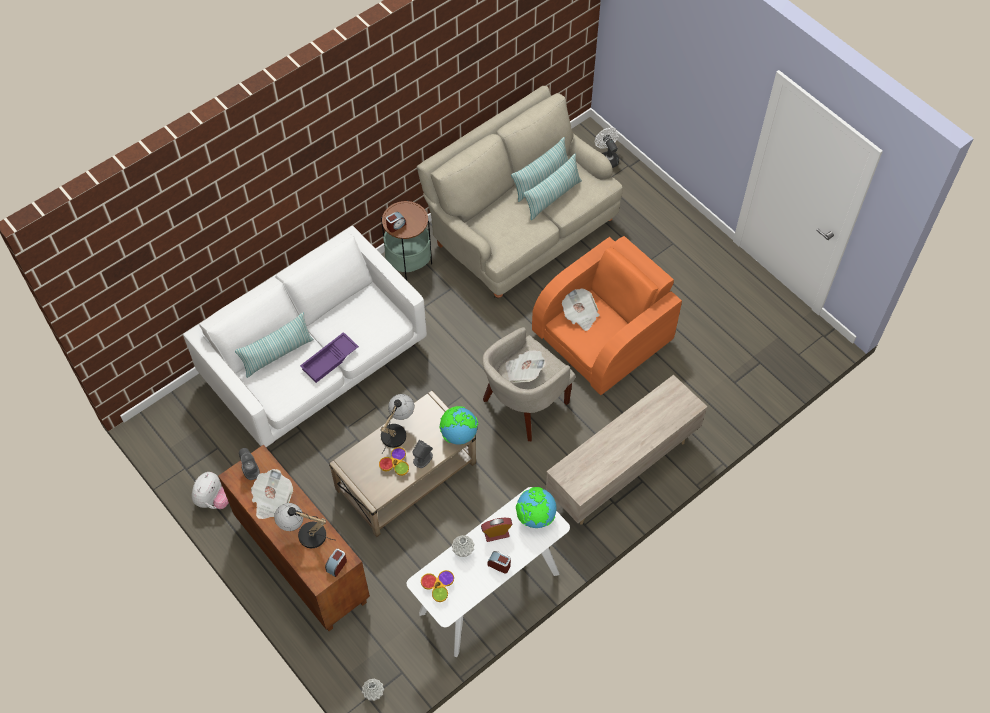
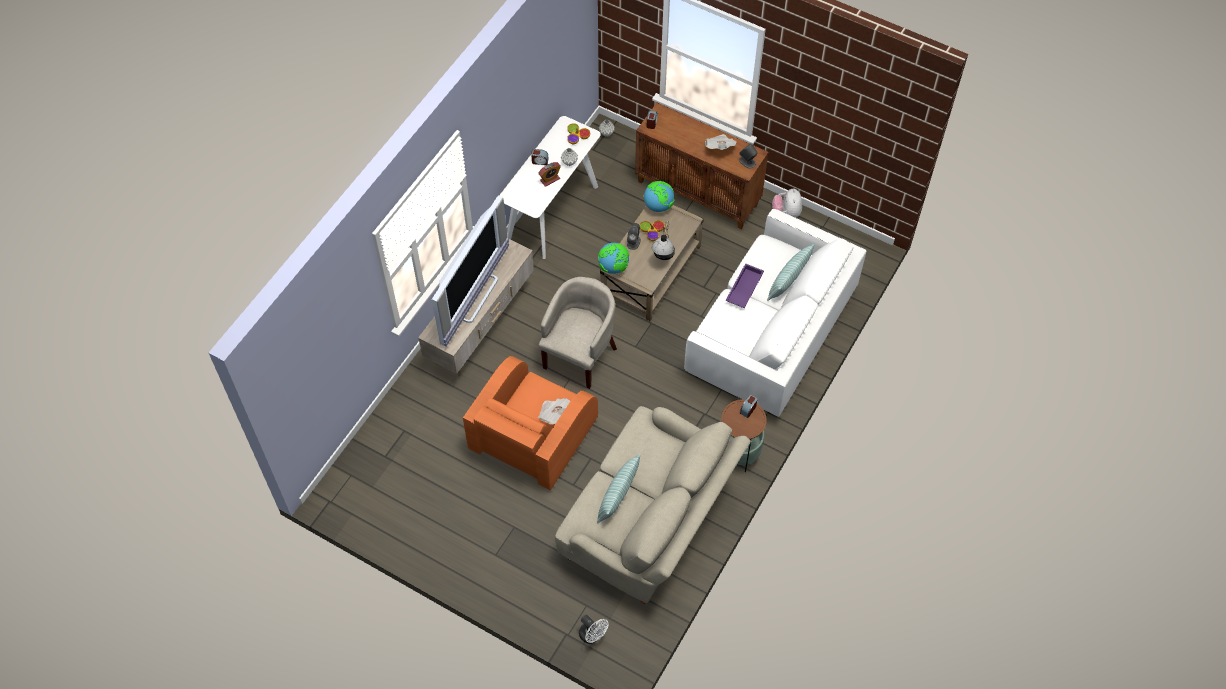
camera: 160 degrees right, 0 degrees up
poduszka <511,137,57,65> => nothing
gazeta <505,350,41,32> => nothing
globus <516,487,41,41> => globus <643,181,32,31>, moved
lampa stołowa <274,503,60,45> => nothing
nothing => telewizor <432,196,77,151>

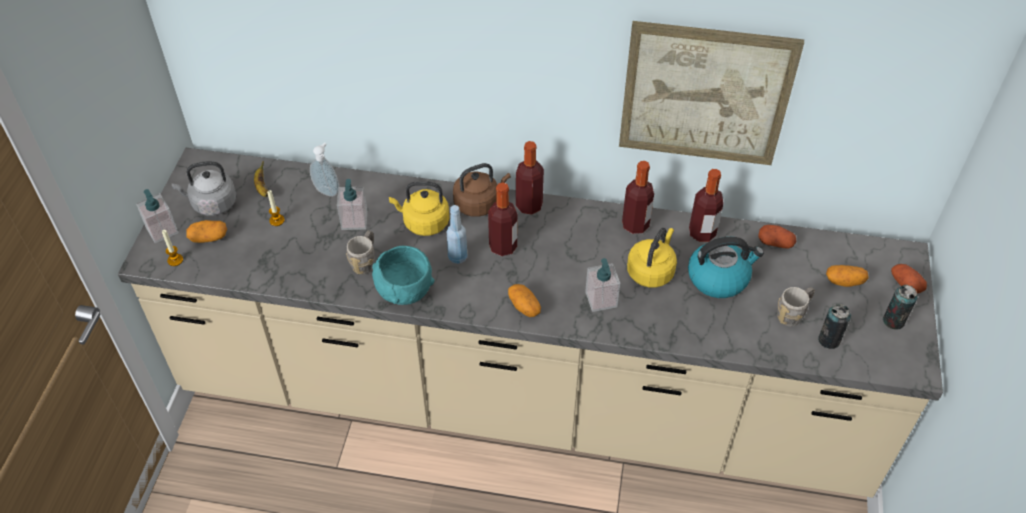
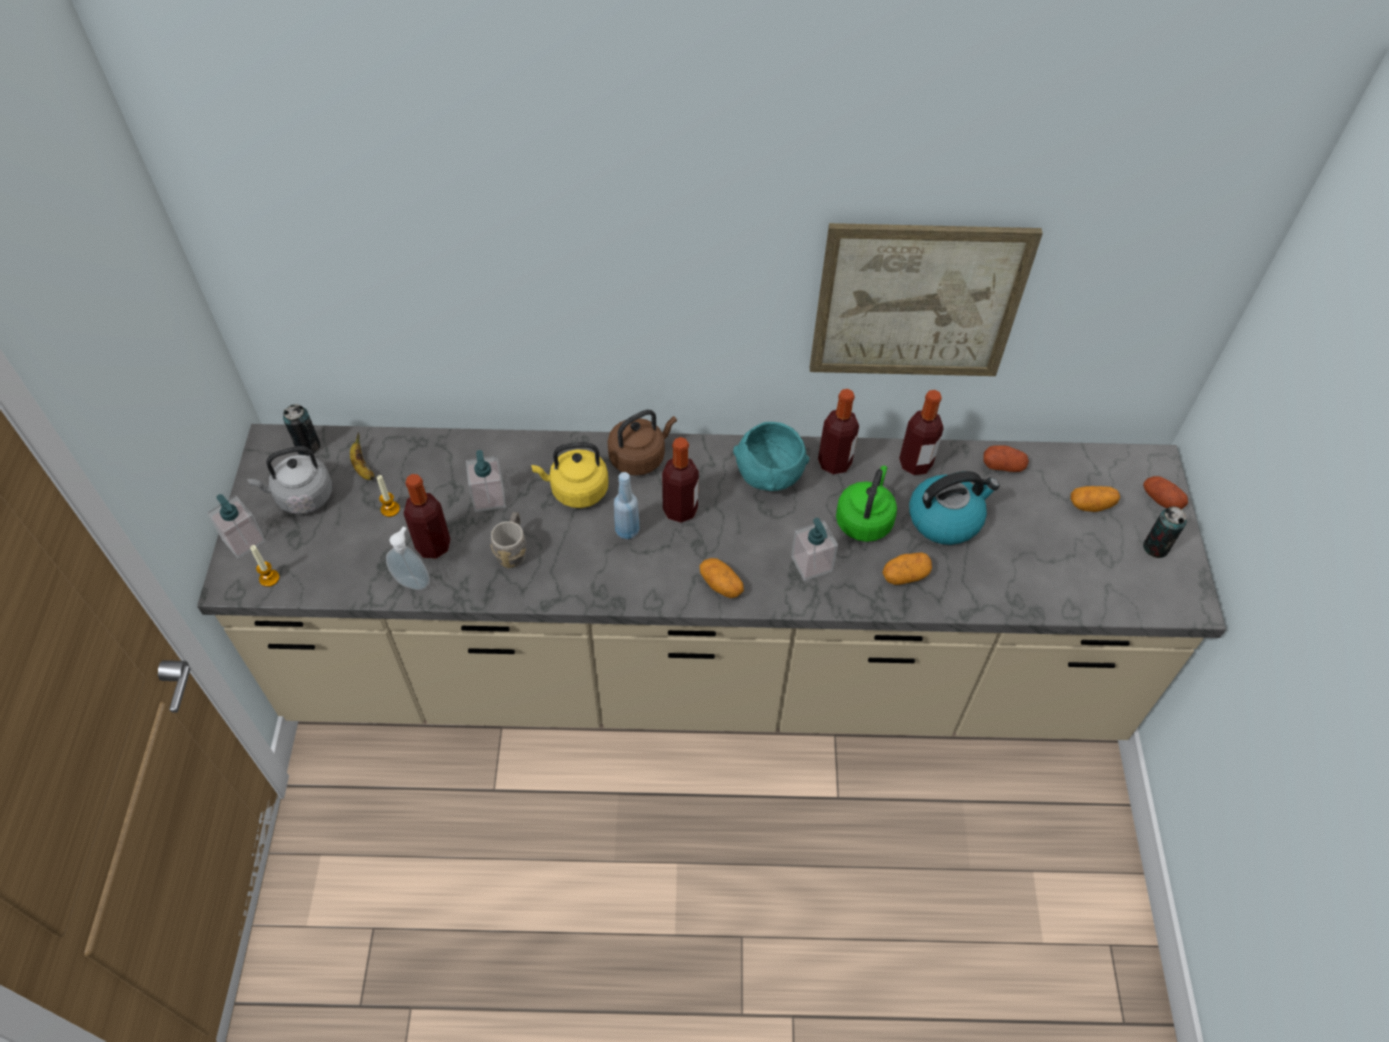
camera: 10 degrees left, 5 degrees up
butelka <516,141,28,74> => butelka <404,474,47,84>, moved
dozownik mydła <310,142,29,55> => dozownik mydła <386,527,44,63>, moved
ziemniak <186,220,41,23> => ziemniak <882,552,50,33>, moved
czajnik (żółty) <627,228,50,60> => czajnik (zielony) <836,466,61,76>
miska (turkusowy) <372,246,62,59> => miska (turkusowy) <733,422,76,69>, moved
kubek (szary) <778,287,37,40> => nothing
puszka <818,304,33,45> => puszka <283,404,37,51>, moved

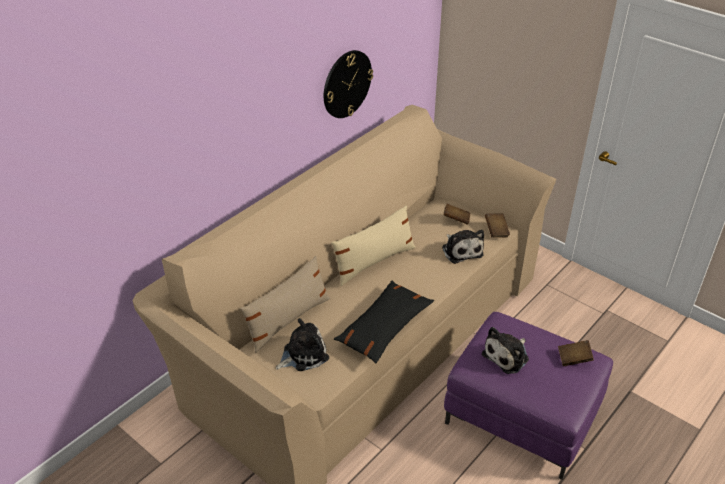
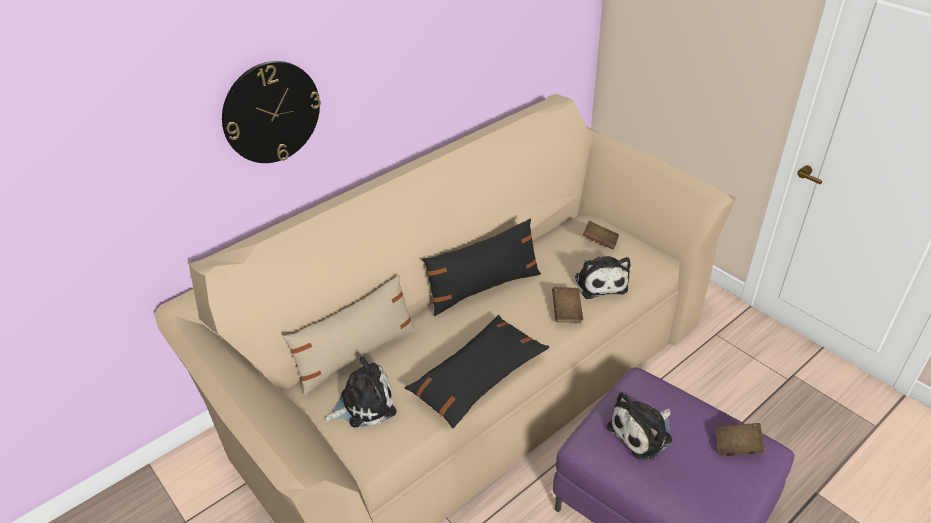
camera: 10 degrees right, 0 degrees up
zegar ścienny <324,50,49,68> => zegar ścienny <222,61,99,102>, moved
poduszka (beżowy) <331,205,85,81> => poduszka (czarny) <423,218,118,98>
książka (brązowy) <485,213,25,25> => książka (brązowy) <552,287,31,36>, moved

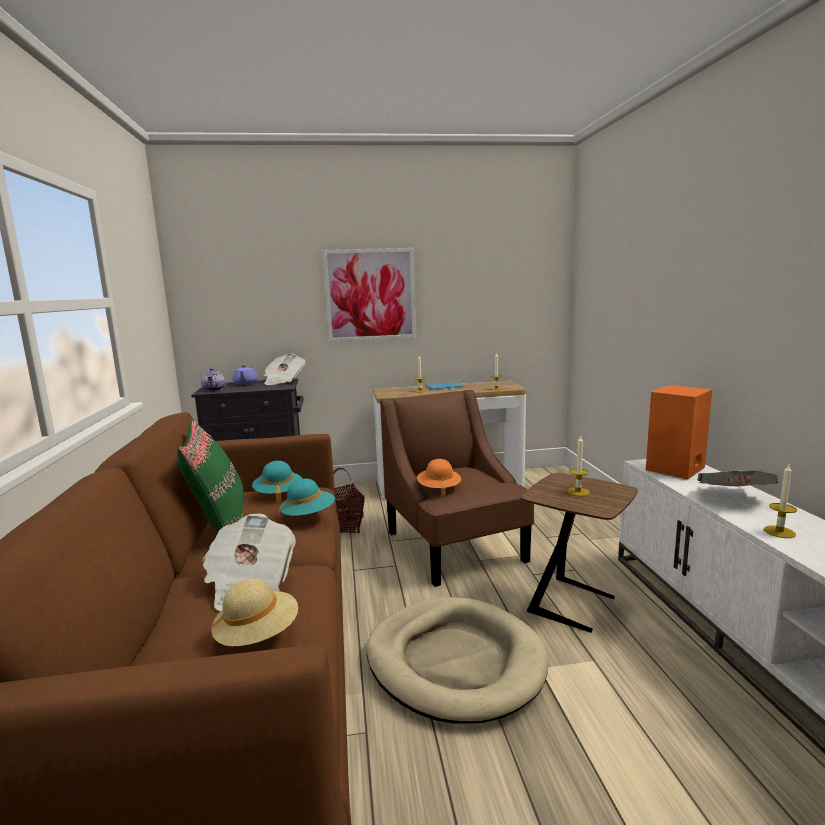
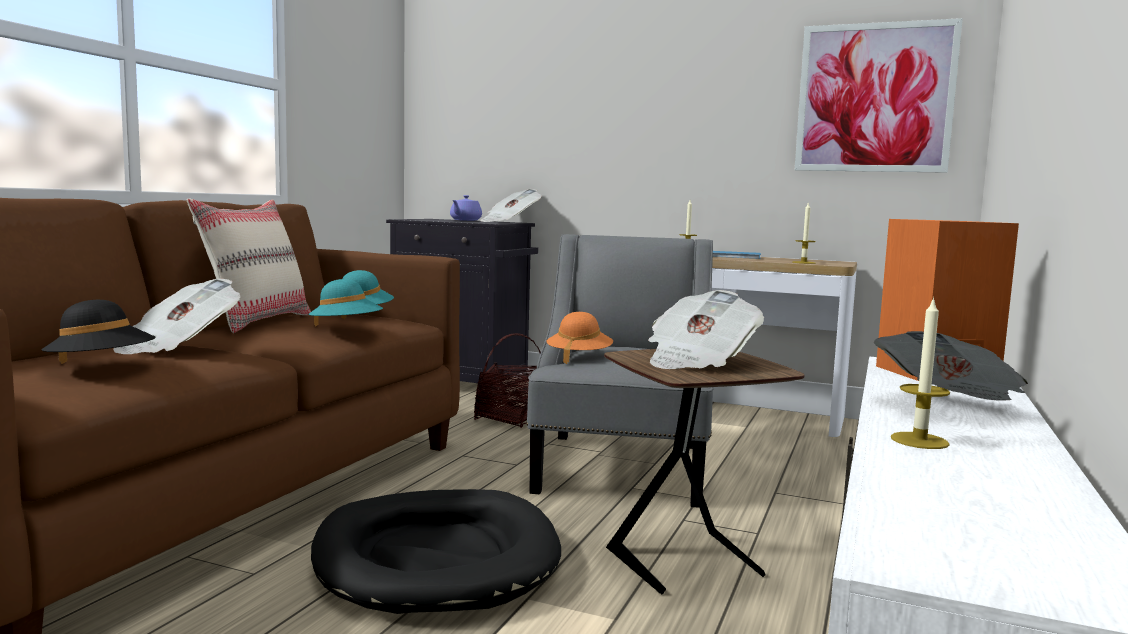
camera: 30 degrees right, 5 degrees down
obraz <322,248,94,94> => obraz <795,18,168,155>, moved
imbryk <201,368,24,23> => nothing
fotel (brązowy) <380,390,154,197> => fotel (szary) <526,234,188,274>
poduszka (zielony) <176,419,68,113> => poduszka (beżowy) <187,199,124,134>
świeca <567,435,23,61> => gazeta <648,290,116,79>
kapelusz (beżowy) <211,578,87,68> => kapelusz (czarny) <41,300,115,64>
legowisko (beżowy) <366,597,183,127> => legowisko (czarny) <311,489,250,125>

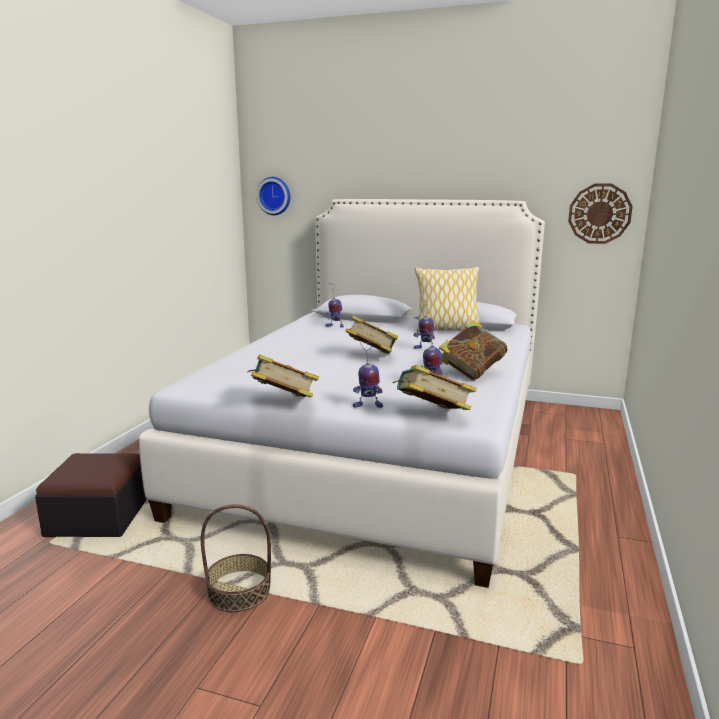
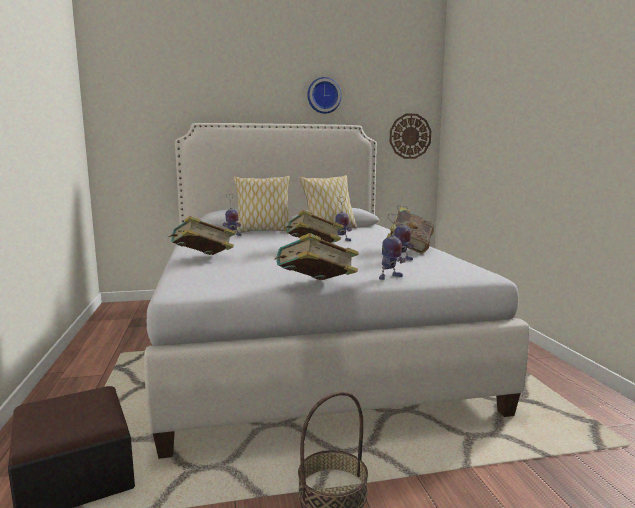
camera: 30 degrees left, 5 degrees down
zegar ścienny <256,177,34,38> => zegar ścienny <307,77,35,37>, moved
książka <393,365,84,45> => książka <168,216,68,39>, moved
nothing => poduszka <233,176,57,57>

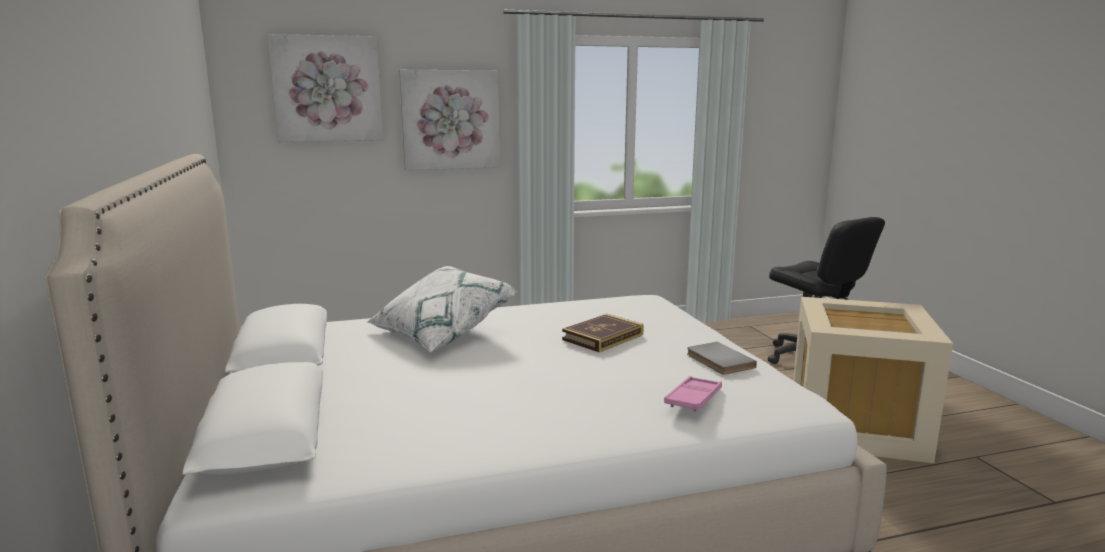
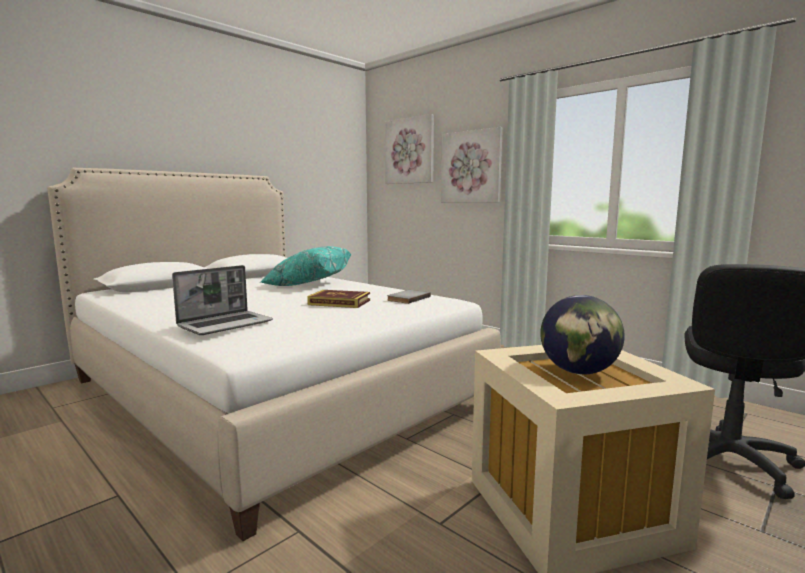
camera: 60 degrees right, 5 degrees down
poduszka (biały) <367,266,150,86> => poduszka (turkusowy) <261,246,91,40>
książka (szary) <687,342,70,33> => książka (szary) <387,290,44,14>, moved
taca (różowy) <664,376,58,36> => laptop <172,265,101,70>
nothing => globus <540,295,85,79>

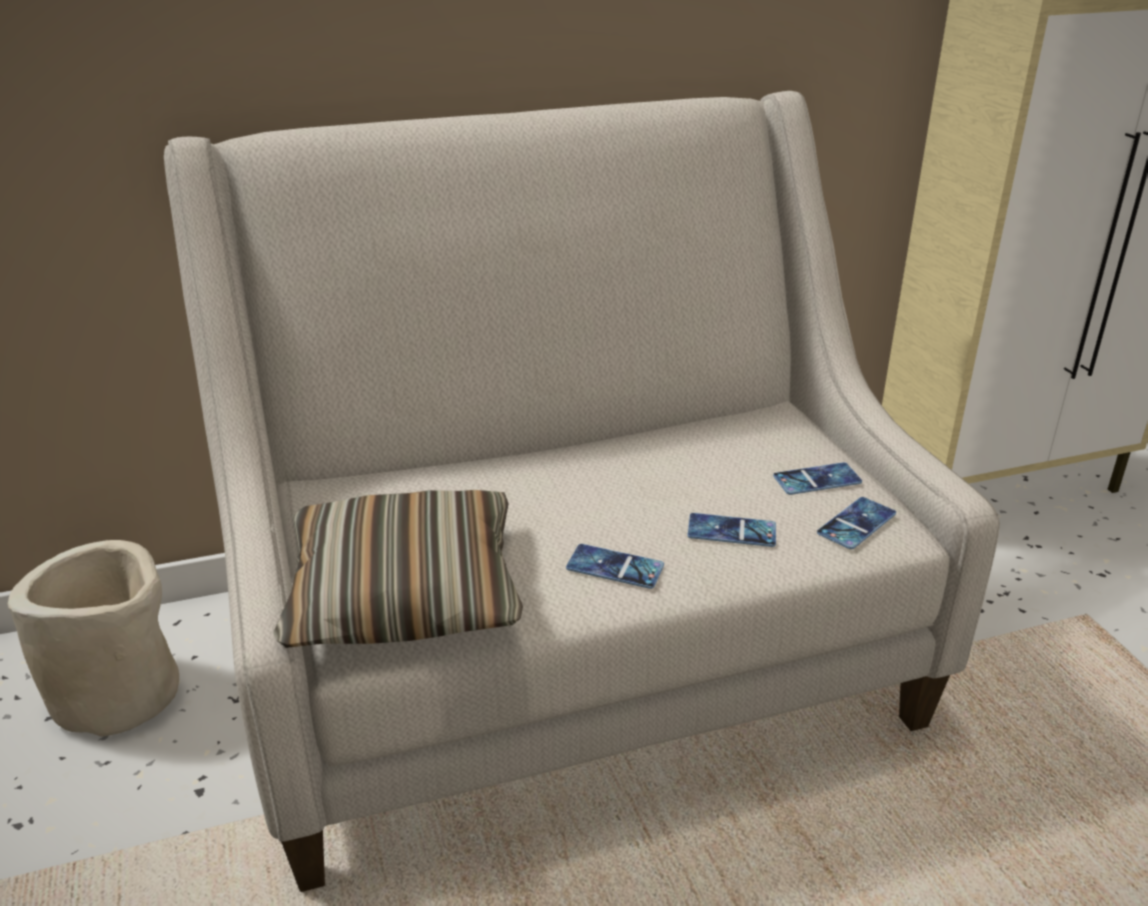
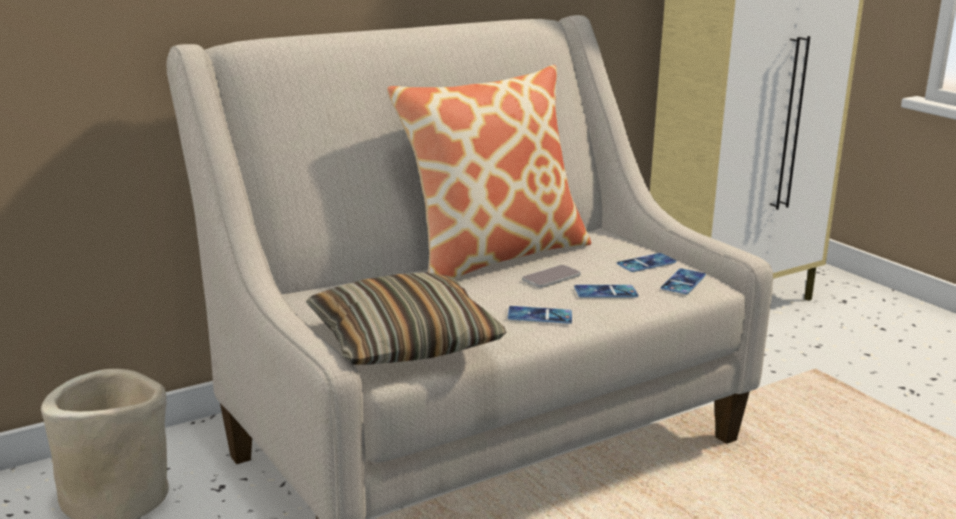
camera: 15 degrees left, 10 degrees down
nothing => poduszka <387,65,204,213>
nothing => telefon <522,265,59,23>

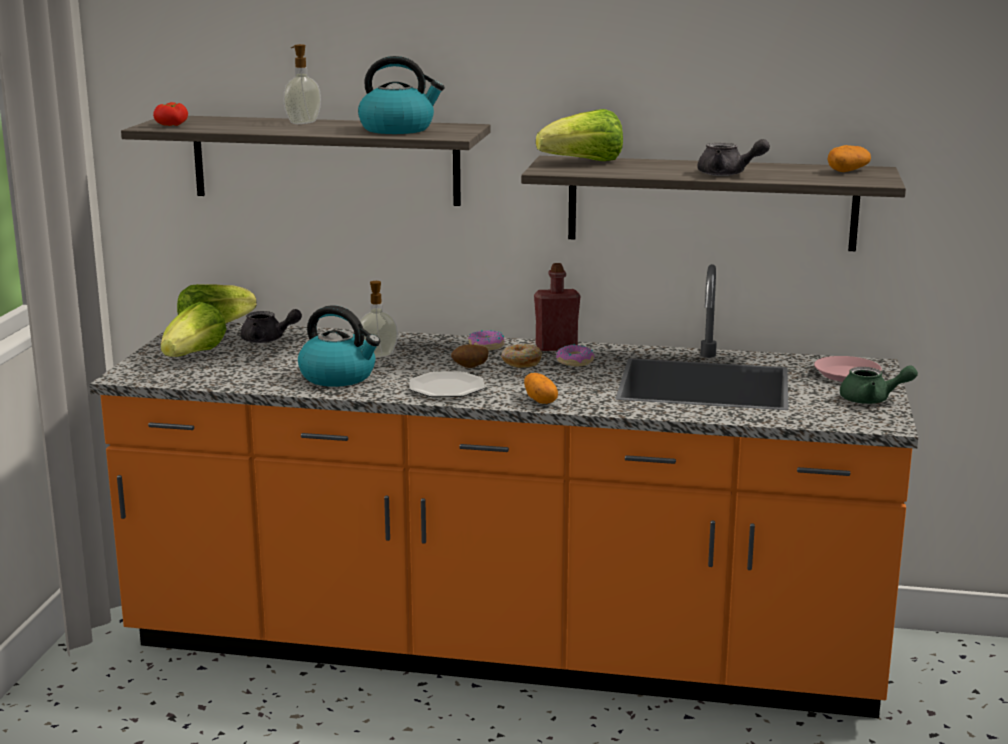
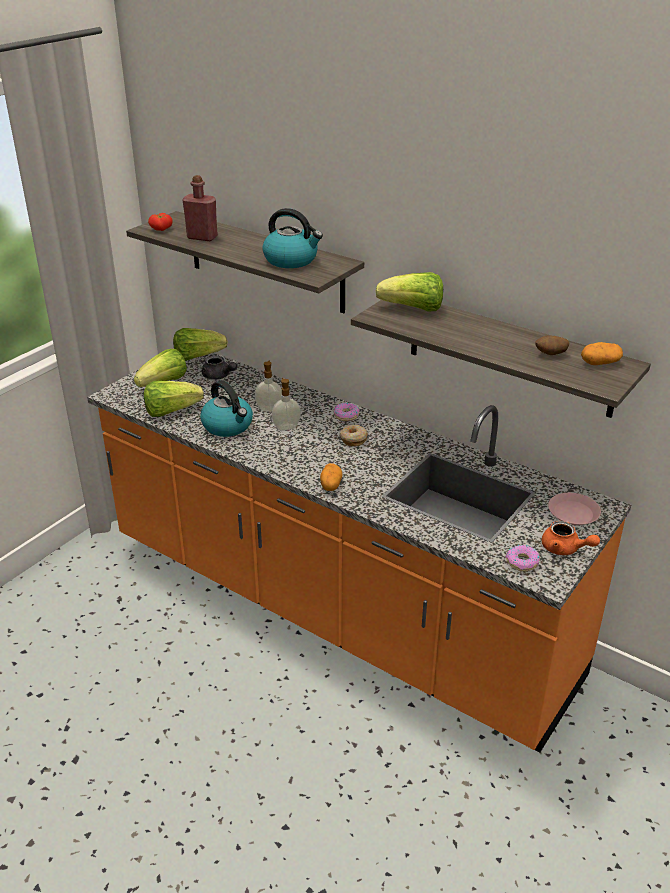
camera: 25 degrees right, 15 degrees up
dozownik mydła <284,44,37,80> => dozownik mydła <272,378,29,53>, moved
imbryk (szary) <697,139,73,37> => nothing
butelka (czerwony) <534,263,47,88> => butelka (czerwony) <183,175,35,66>, moved
ziemniak <451,344,38,24> => ziemniak <535,335,35,20>, moved
donut <556,344,39,22> => donut <506,545,34,26>, moved
imbryk (zielony) <840,365,78,39> => imbryk (pomarańczowy) <541,521,59,34>
talerz <409,371,75,26> => nothing
nothing => sałata <144,381,60,36>

